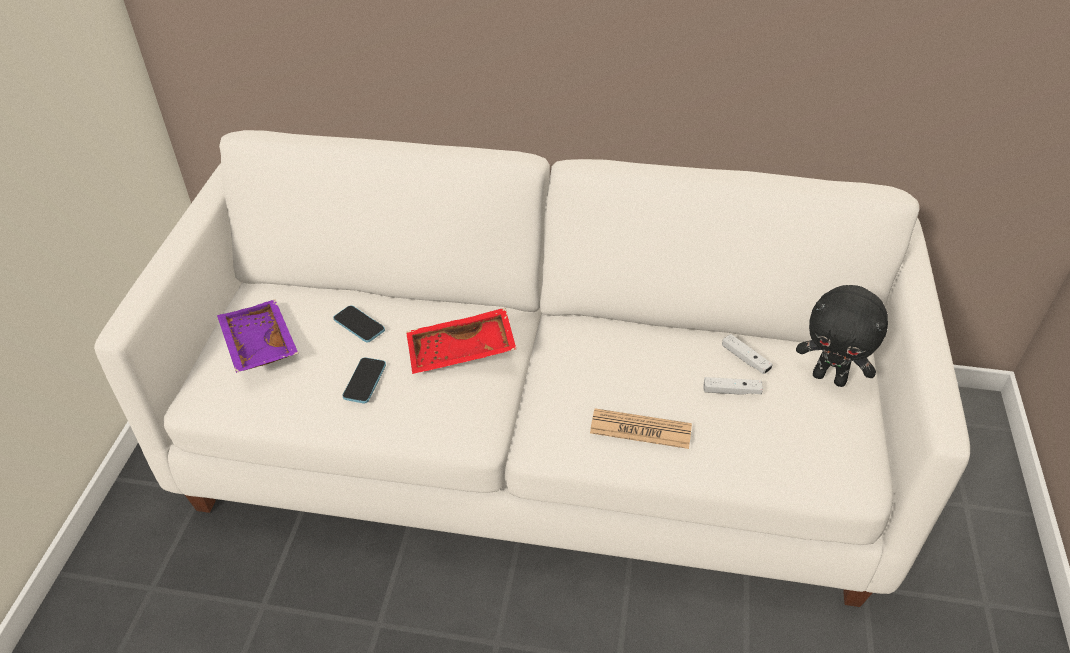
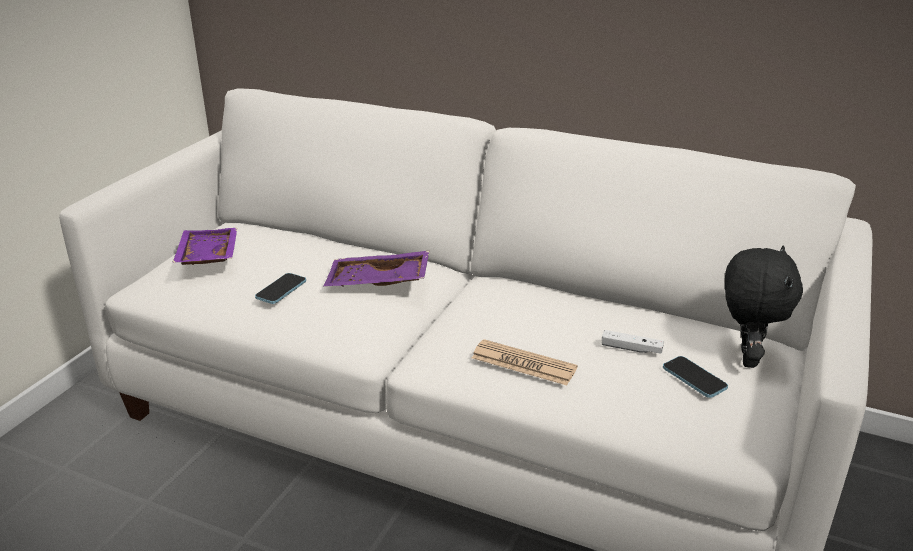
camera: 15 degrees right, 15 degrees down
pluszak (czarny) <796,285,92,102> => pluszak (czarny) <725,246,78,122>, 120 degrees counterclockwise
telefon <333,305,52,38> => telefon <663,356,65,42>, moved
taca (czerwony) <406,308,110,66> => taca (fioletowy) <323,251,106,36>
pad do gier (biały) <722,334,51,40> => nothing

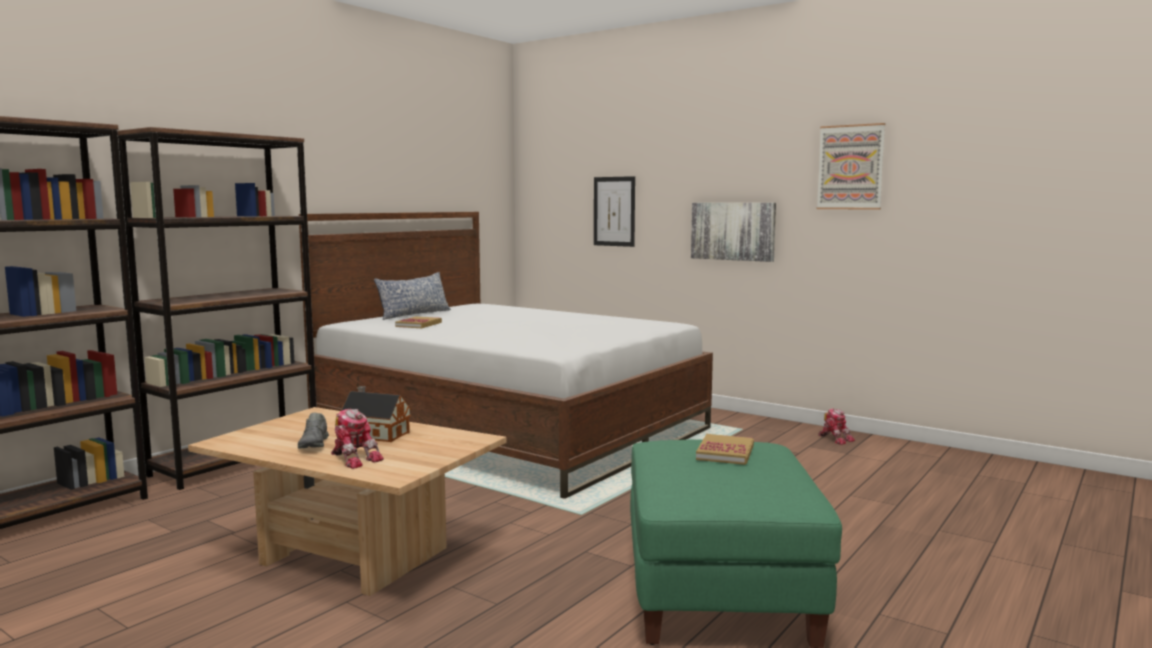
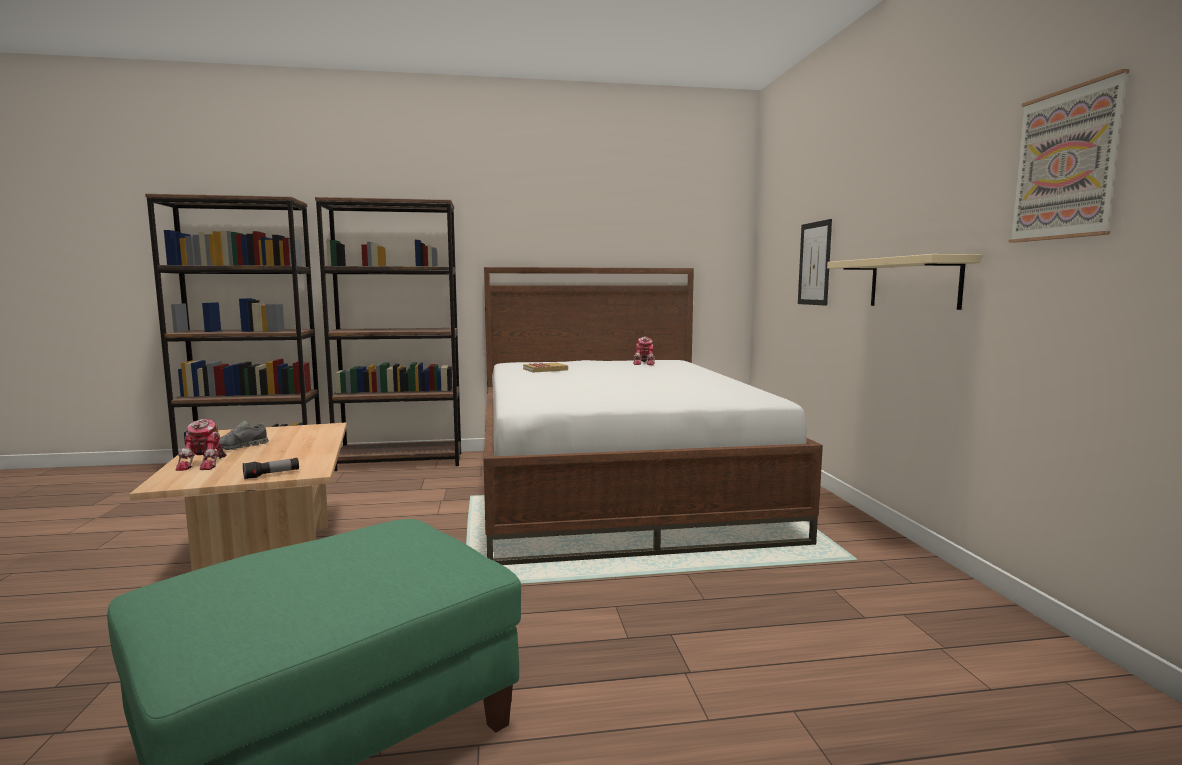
camera: 45 degrees right, 0 degrees up
obraz <691,203,85,59> => półka (beżowy) <827,254,154,56>
poduszka <374,272,77,48> => nothing
domek <341,386,70,56> => nothing
robot zabawkowy <818,409,37,36> => robot zabawkowy <633,336,22,29>, moved
książka <696,434,58,31> => nothing
nothing => latarka <243,458,56,21>

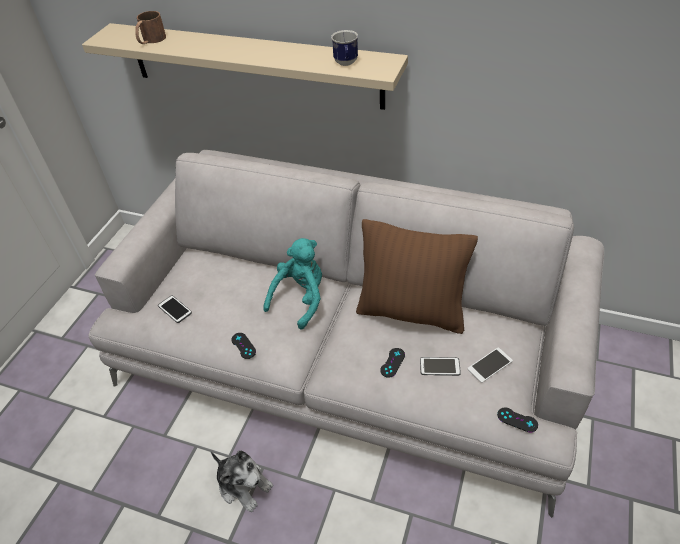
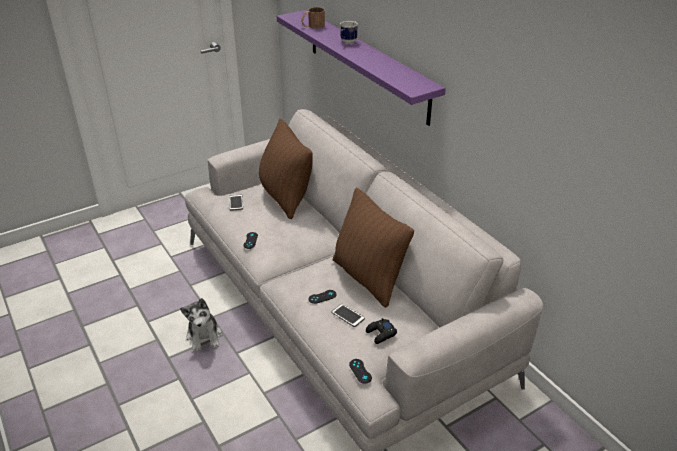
camera: 35 degrees right, 10 degrees down
półka (beżowy) <82,23,326,87> => półka (fioletowy) <277,10,169,116>
kubek <331,30,27,36> => kubek <340,21,18,23>, moved
pluszak (turkusowy) <263,238,59,92> => nothing
telefon <467,348,46,35> => pad do gier (czarny) <366,318,31,26>
nothing => poduszka (brązowy) <259,119,54,100>

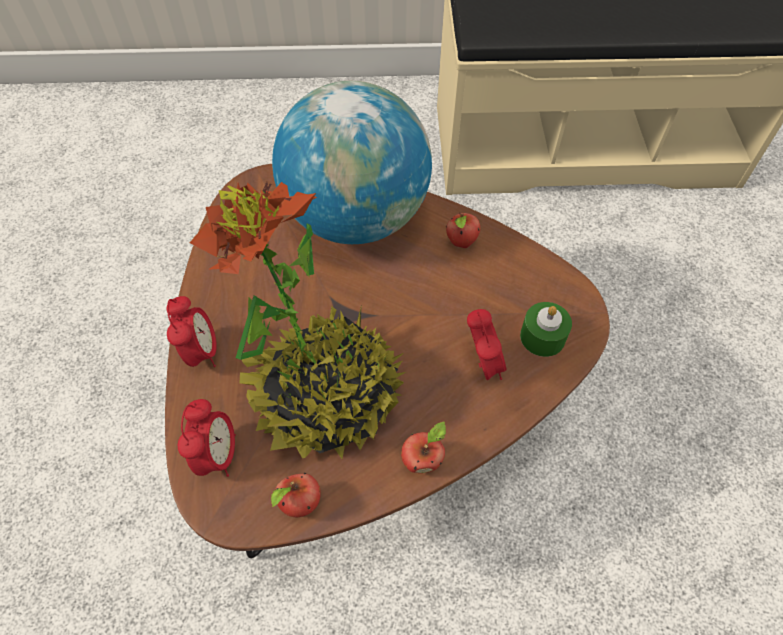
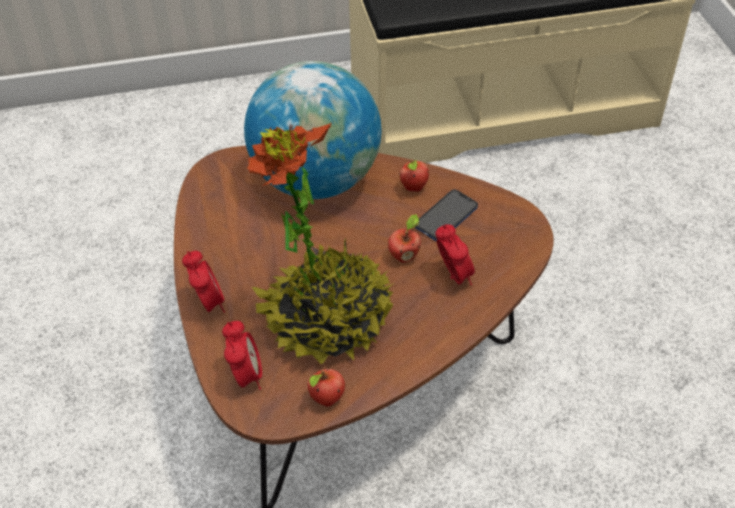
camera: 10 degrees left, 10 degrees down
świeca (zielony) <520,302,52,55> => nothing
jabłko <401,421,45,52> => jabłko <388,214,33,48>, moved
nothing => telefon <415,190,63,51>

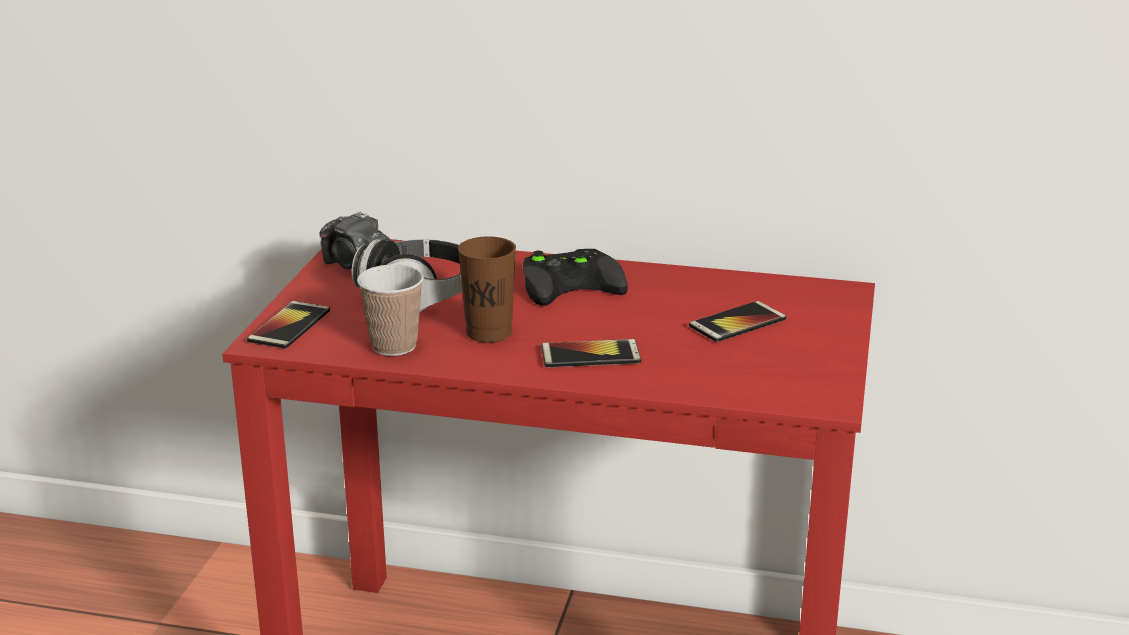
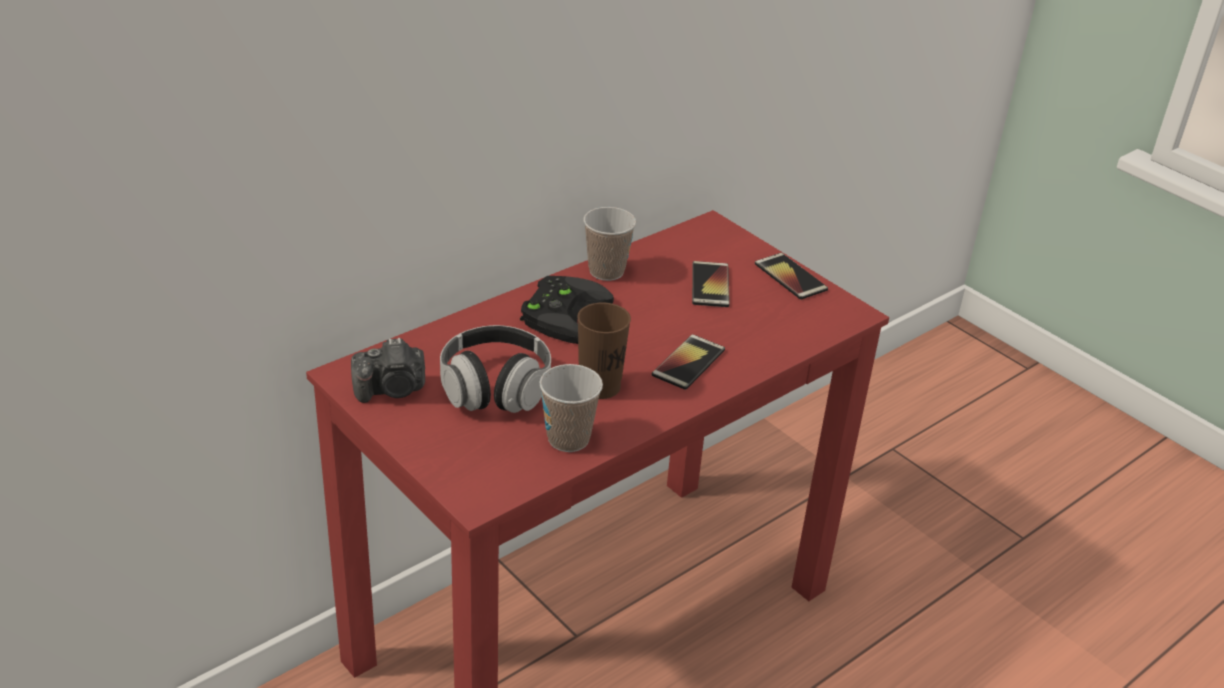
camera: 55 degrees left, 10 degrees up
telefon <247,301,83,48> => telefon <755,253,73,47>, moved
nothing => filiżanka <584,207,52,74>

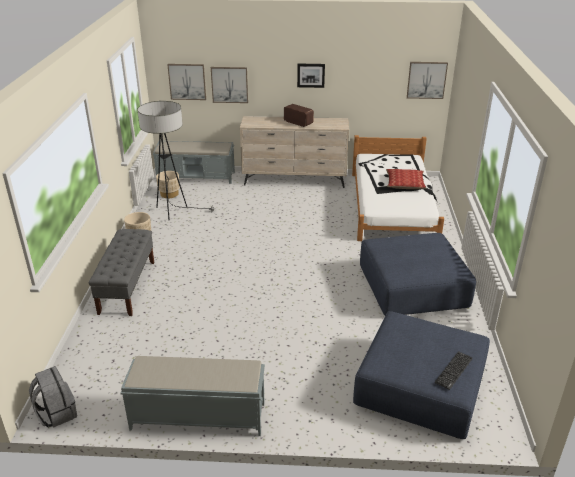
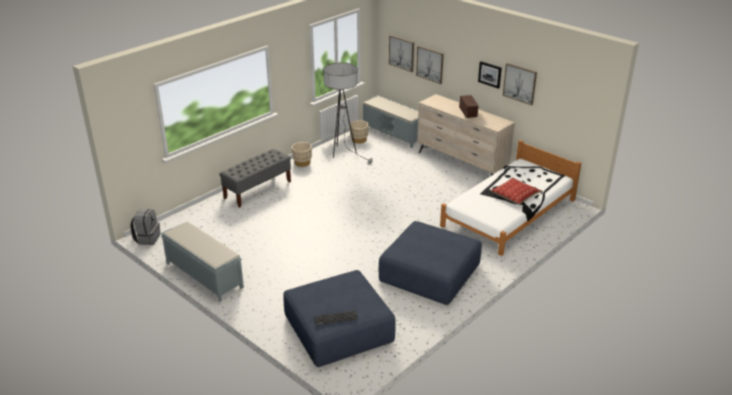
camera: 40 degrees right, 0 degrees up
obraz <407,62,41,37> => obraz <503,63,34,42>, moved

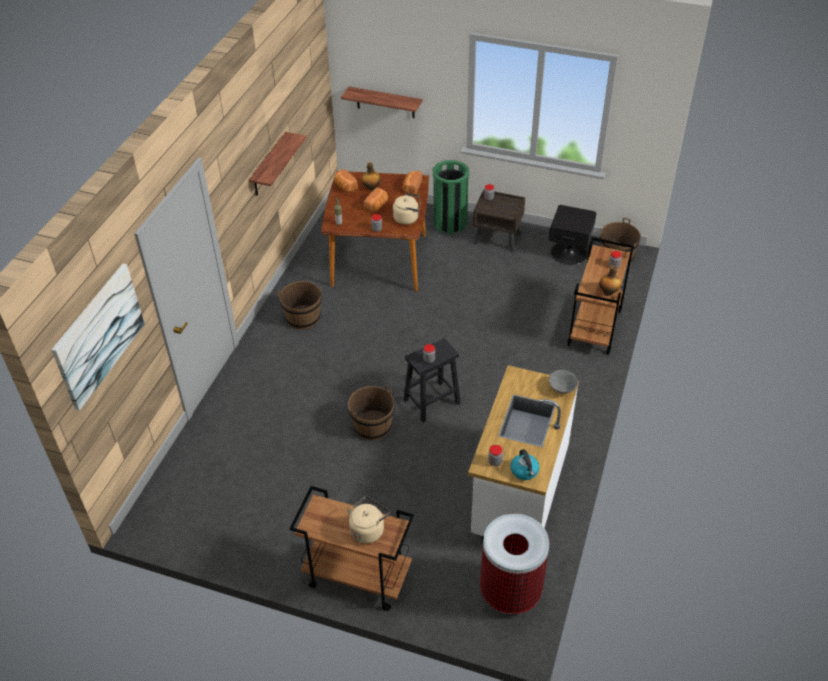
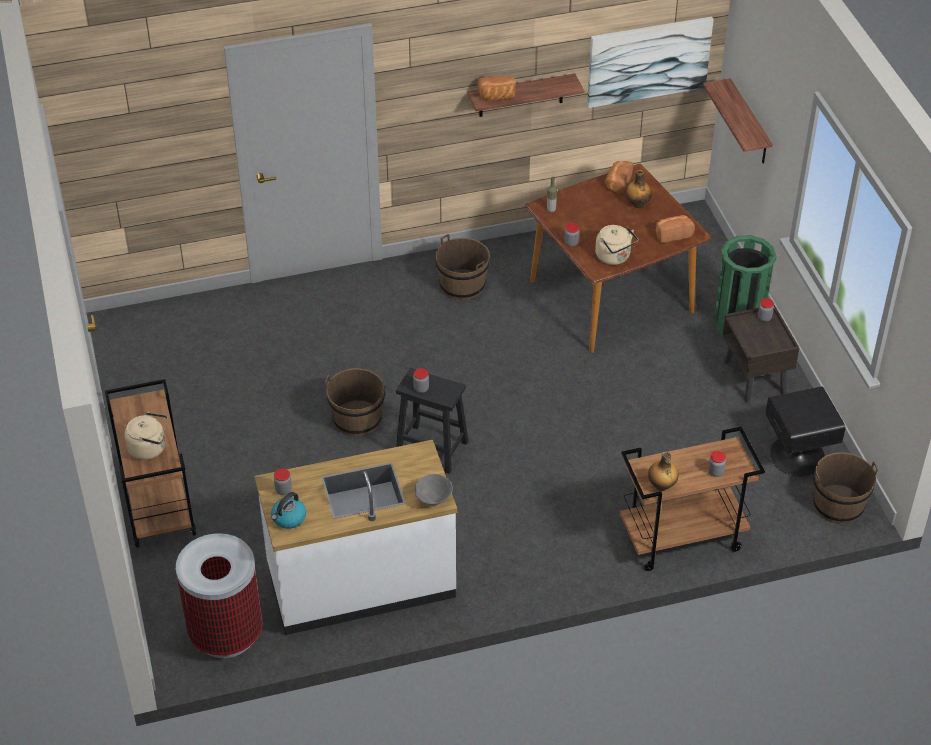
camera: 55 degrees right, 0 degrees up
chleb <364,187,24,25> => chleb <478,75,37,26>, moved
obraz <51,264,94,147> => obraz <587,17,127,91>, moved

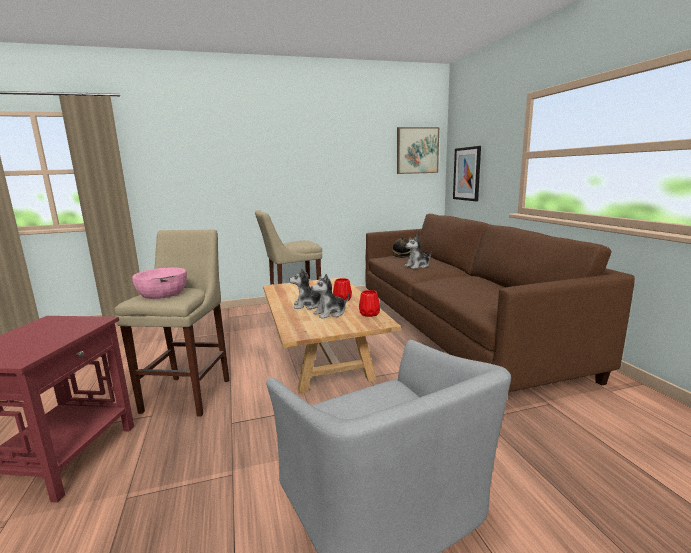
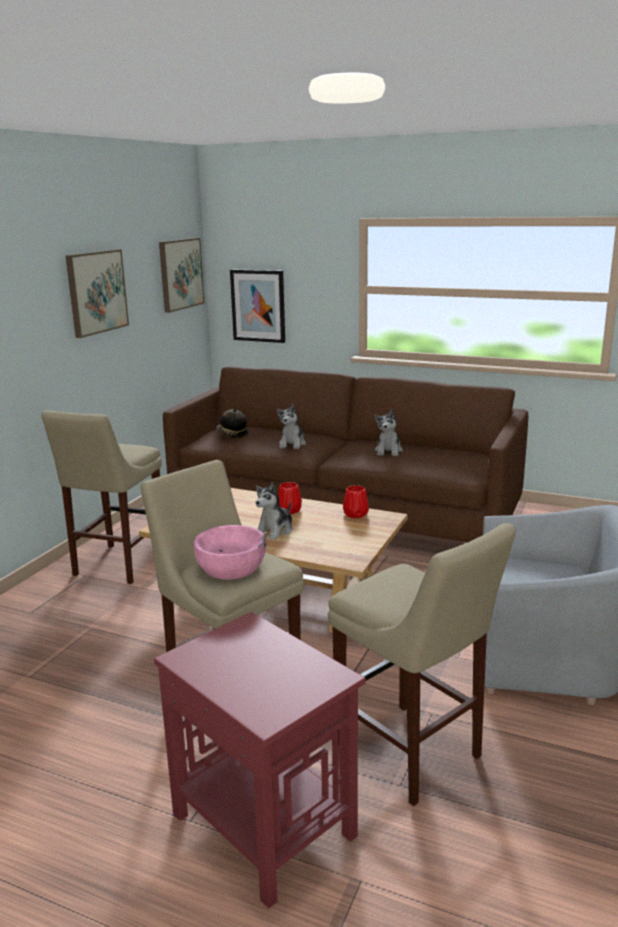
camera: 50 degrees left, 5 degrees up
pluszak <311,274,38,45> => pluszak <374,409,29,47>, moved
nothing => obraz <65,249,64,89>
nothing => stołek (beżowy) <328,523,188,283>

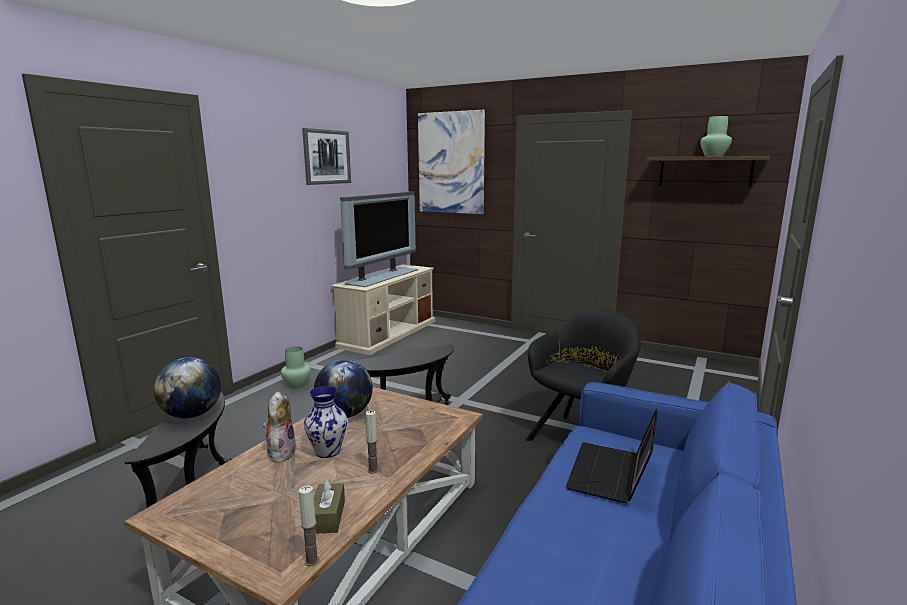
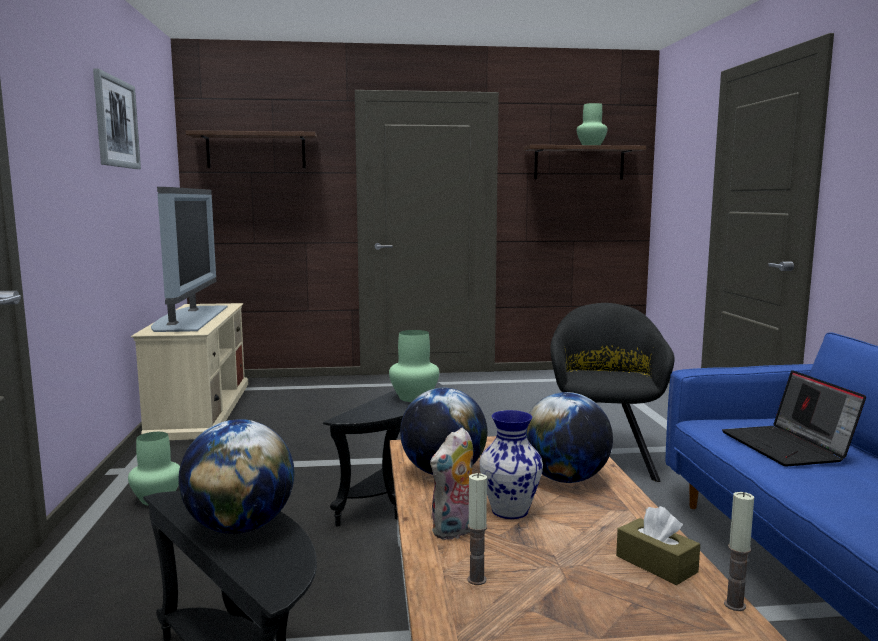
camera: 35 degrees left, 5 degrees down
obraz <418,110,67,104> => półka <186,130,131,38>
pluszak <263,391,34,72> => pluszak <430,428,43,112>, 105 degrees counterclockwise
świeca <365,410,14,63> => świeca <467,473,20,112>, moved
nothing => wazon (zielony) <389,330,50,72>
nothing => globus <526,392,87,91>

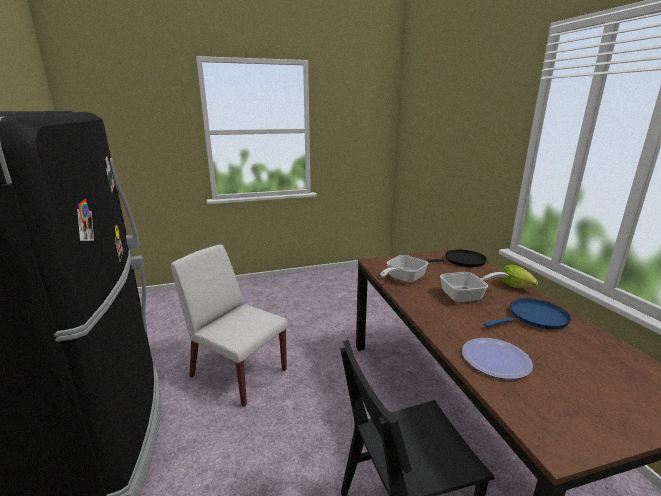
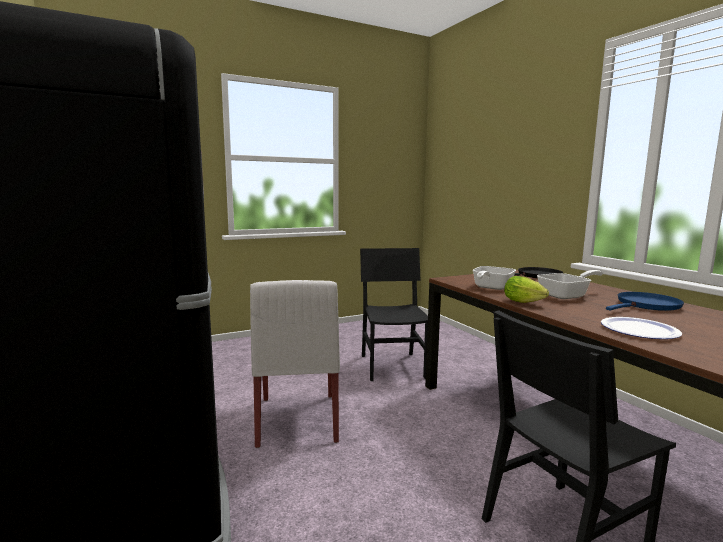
camera: 10 degrees left, 10 degrees down
krzesło (biały) <171,244,117,163> => krzesło (biały) <250,280,90,168>, 120 degrees counterclockwise
sałata <500,265,38,23> => sałata <504,276,45,27>, moved
nothing => krzesło (czarny) <360,248,68,133>

